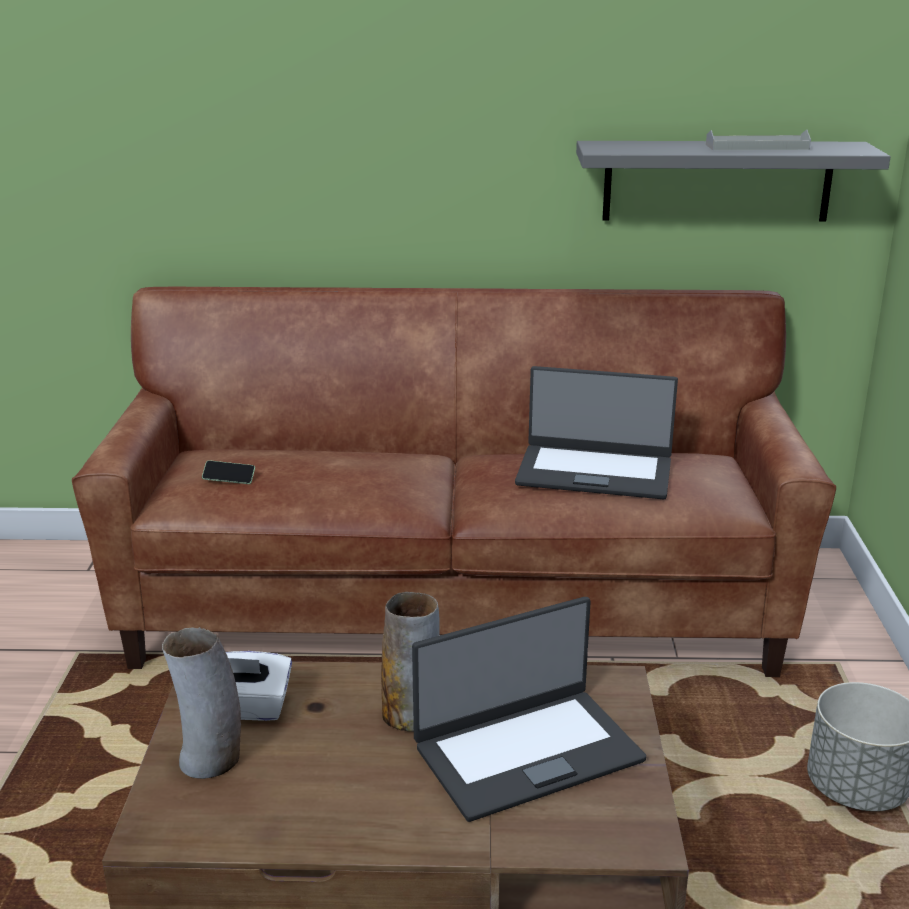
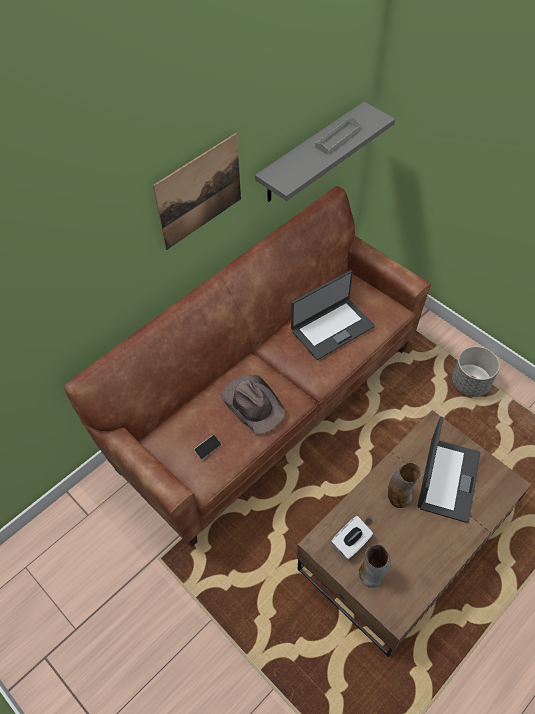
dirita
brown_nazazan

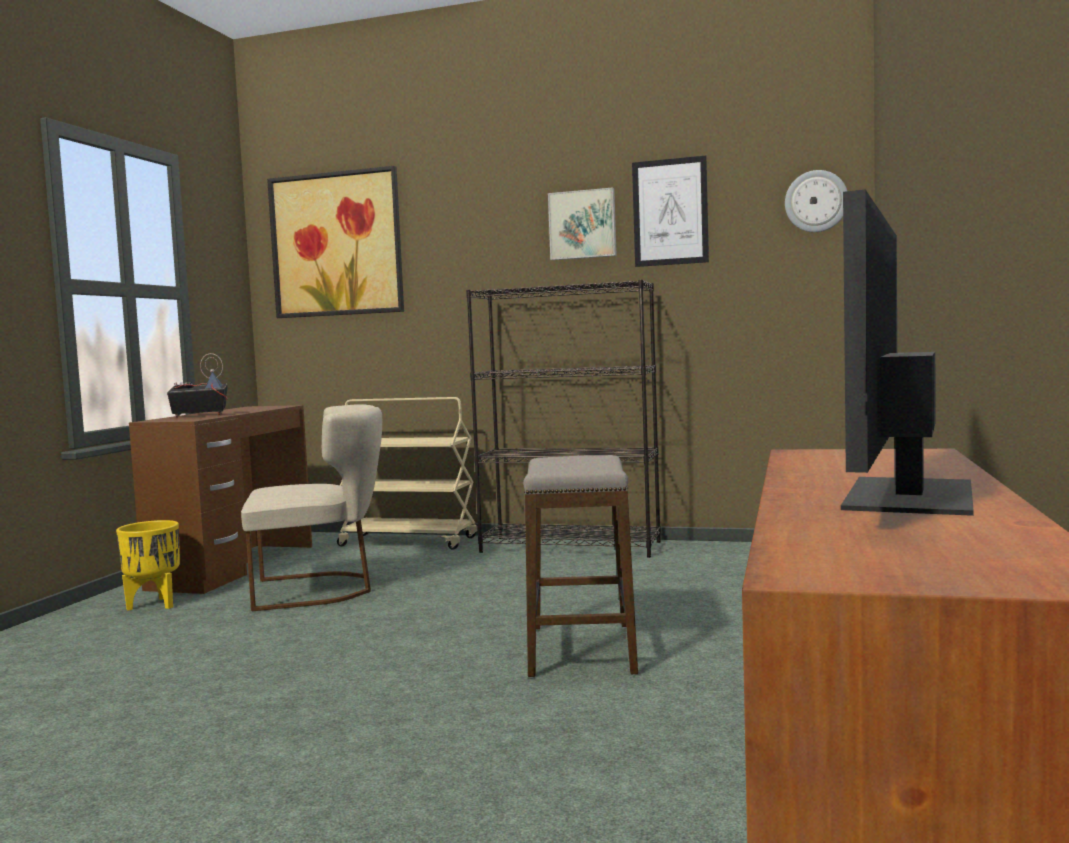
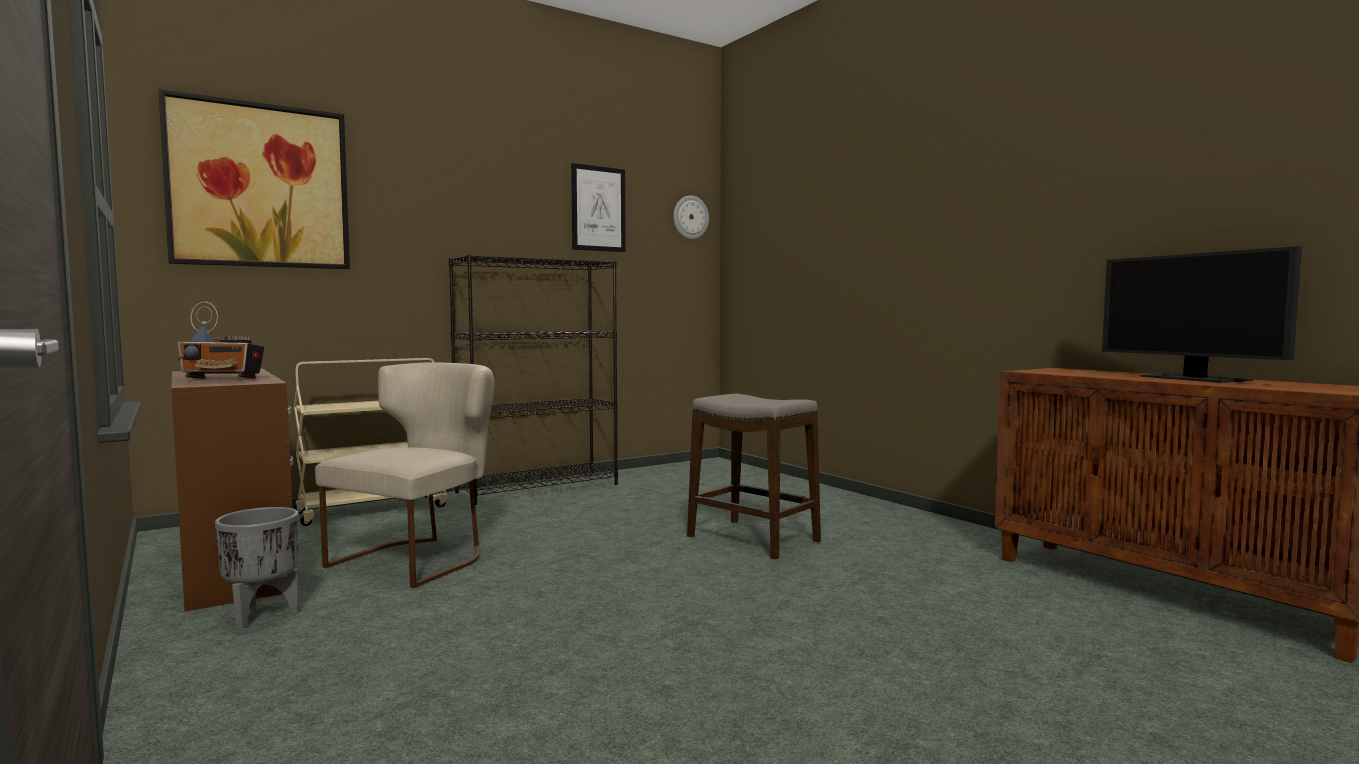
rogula
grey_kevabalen
dirita (no. 2 from left in the first image)

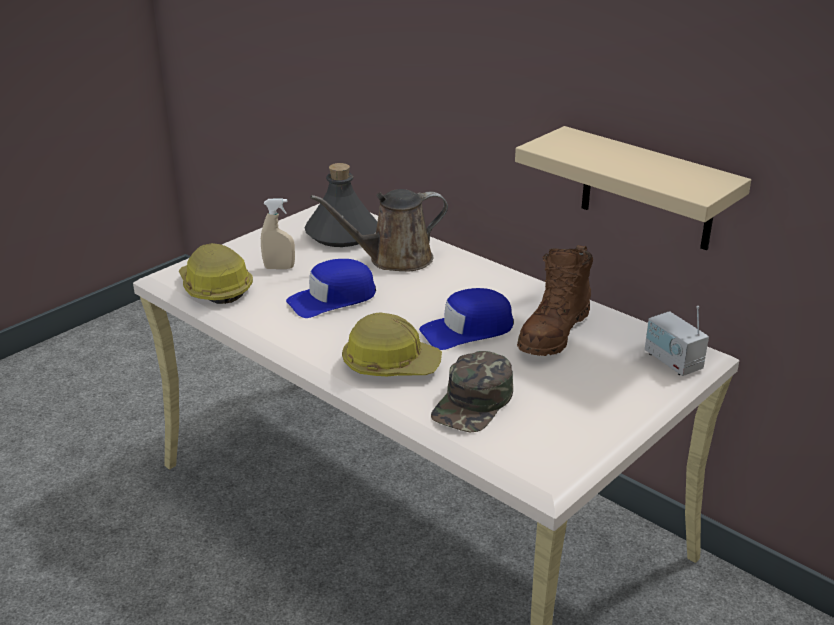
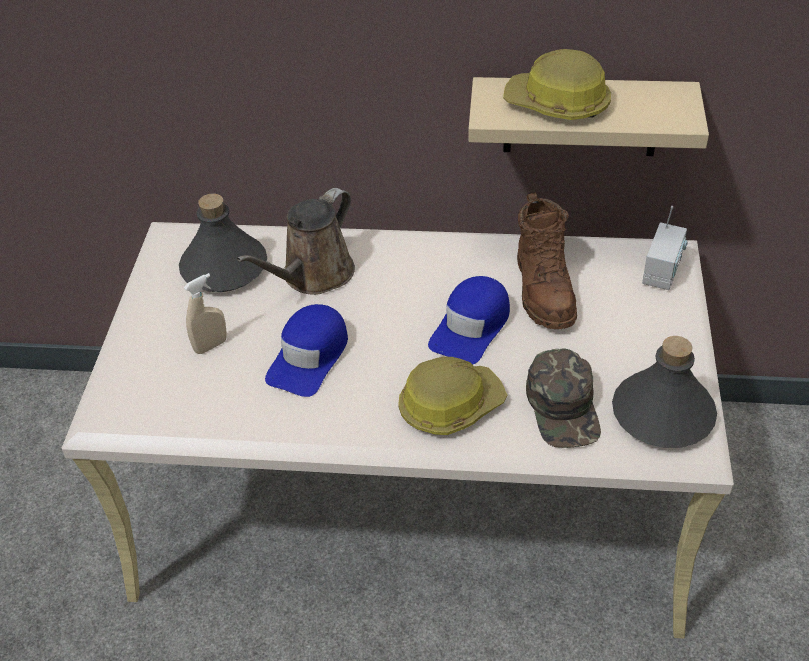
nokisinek (no. 2 from left)
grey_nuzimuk (no. 2 from left)
rogula

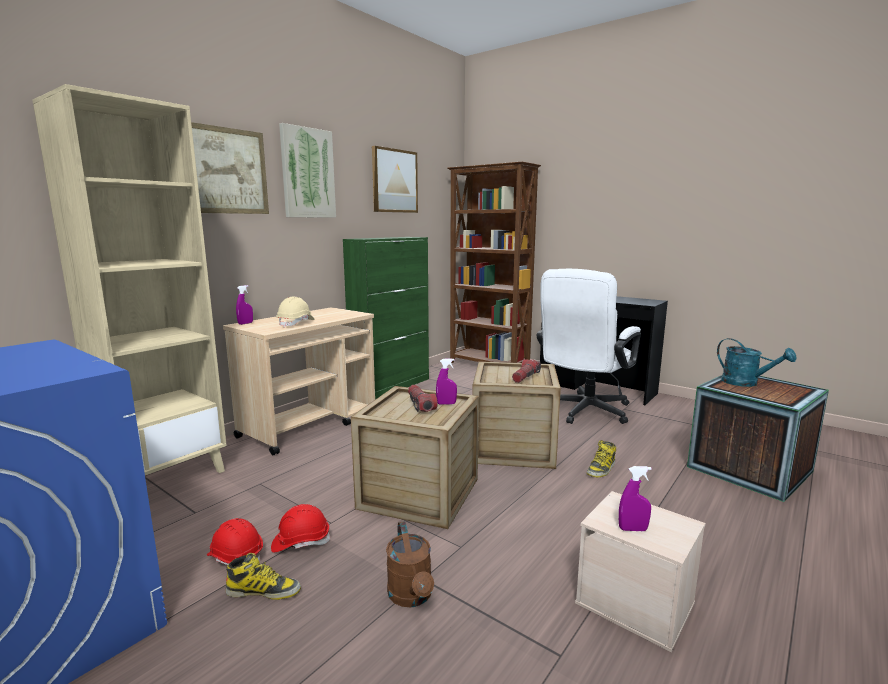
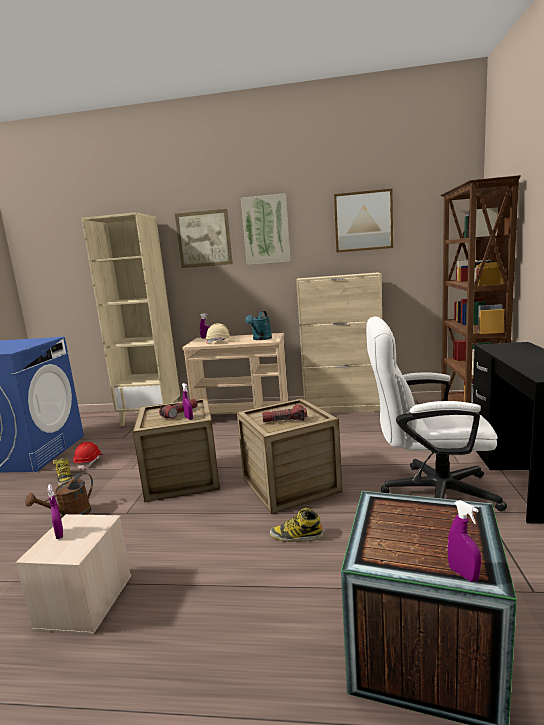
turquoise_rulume
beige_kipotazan
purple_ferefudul (no. 4 from left)
red_nokisinek (no. 2 from left in the first image)

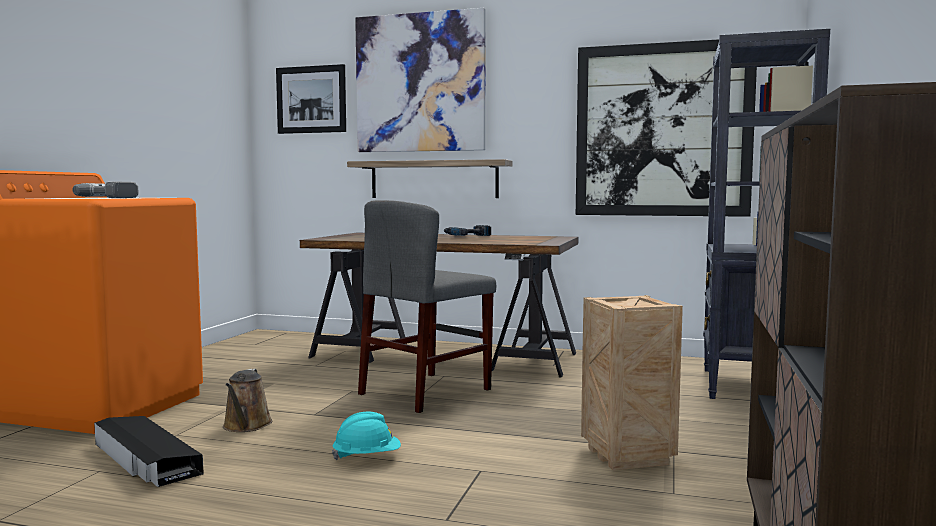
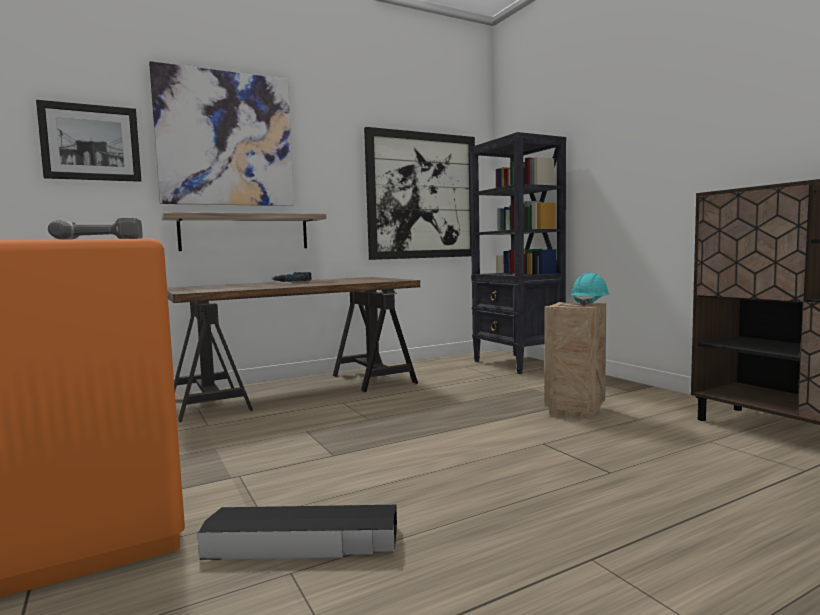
turquoise_nokisinek
brown_rulume
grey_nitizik

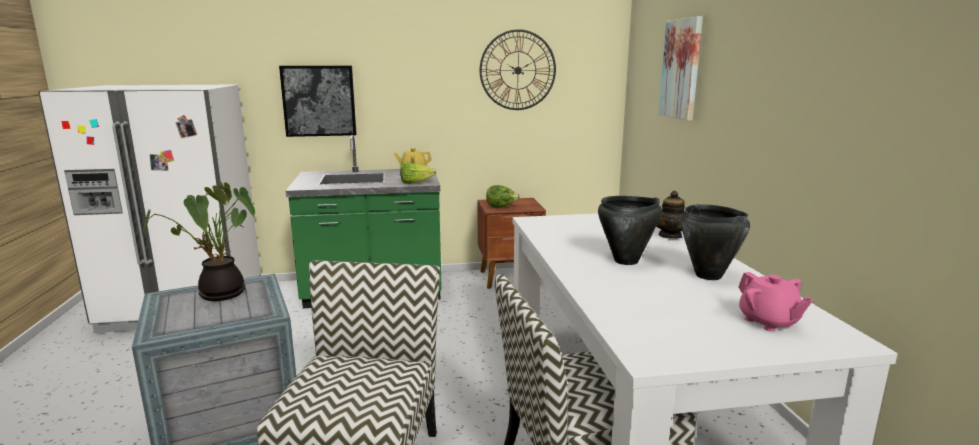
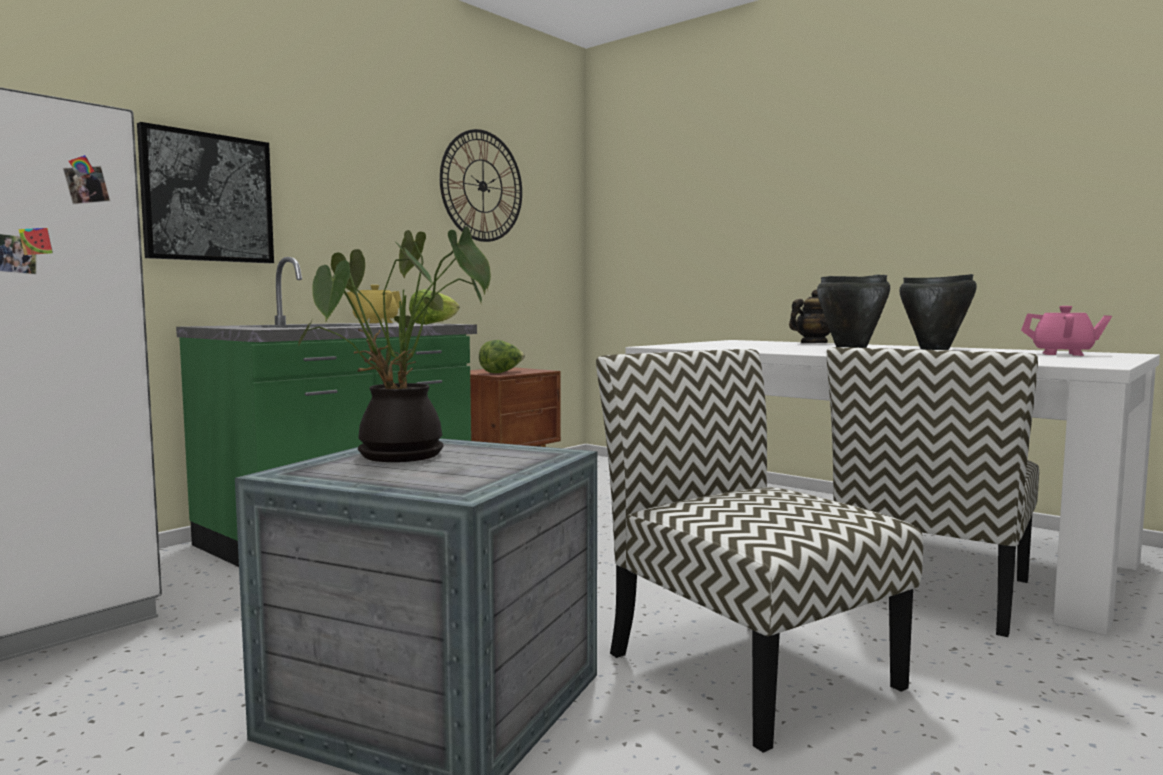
dirita (no. 2 from left in the first image)

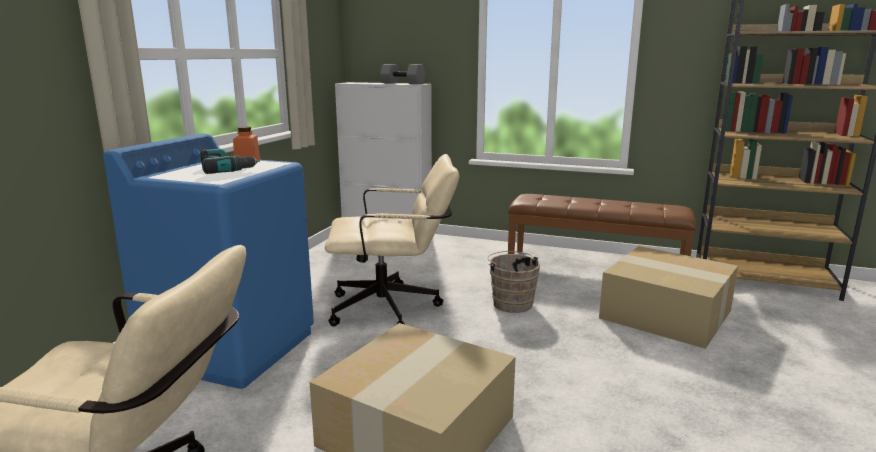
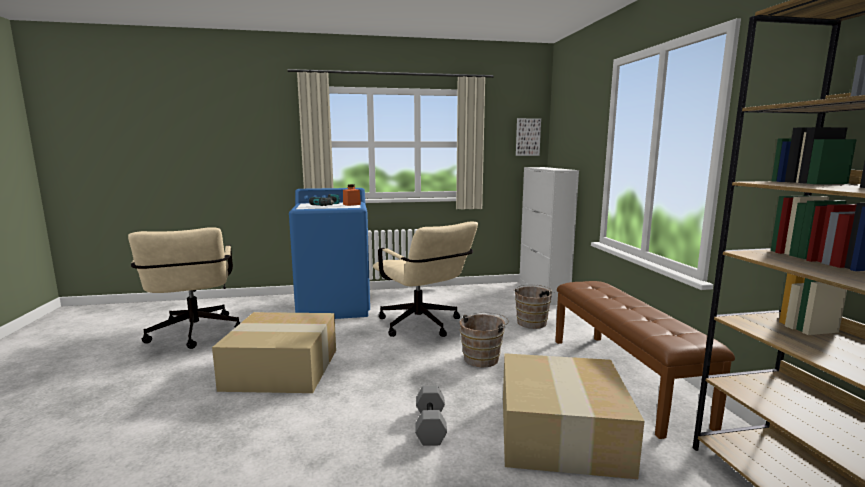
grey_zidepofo
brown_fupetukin (no. 2 from left)
dirita

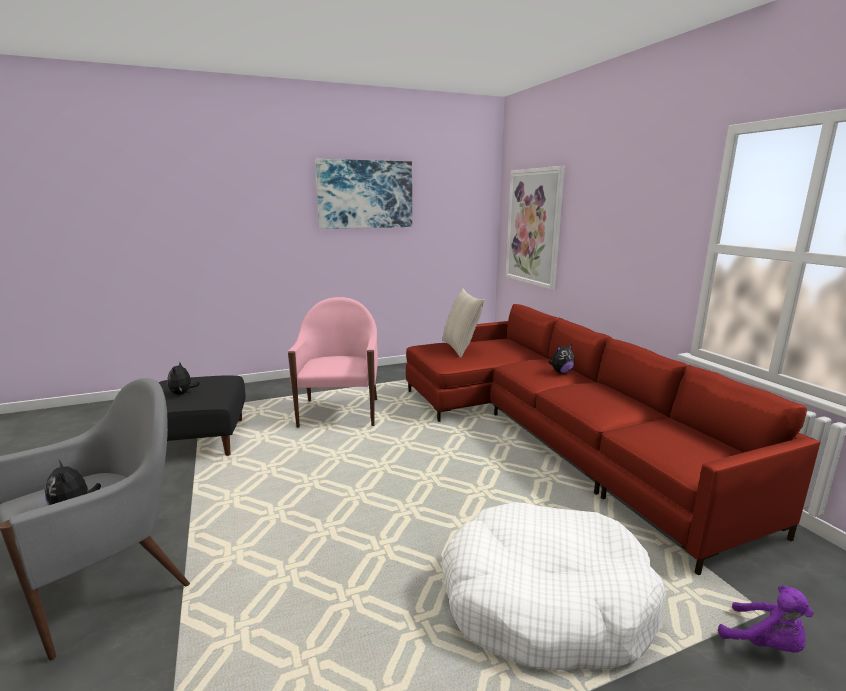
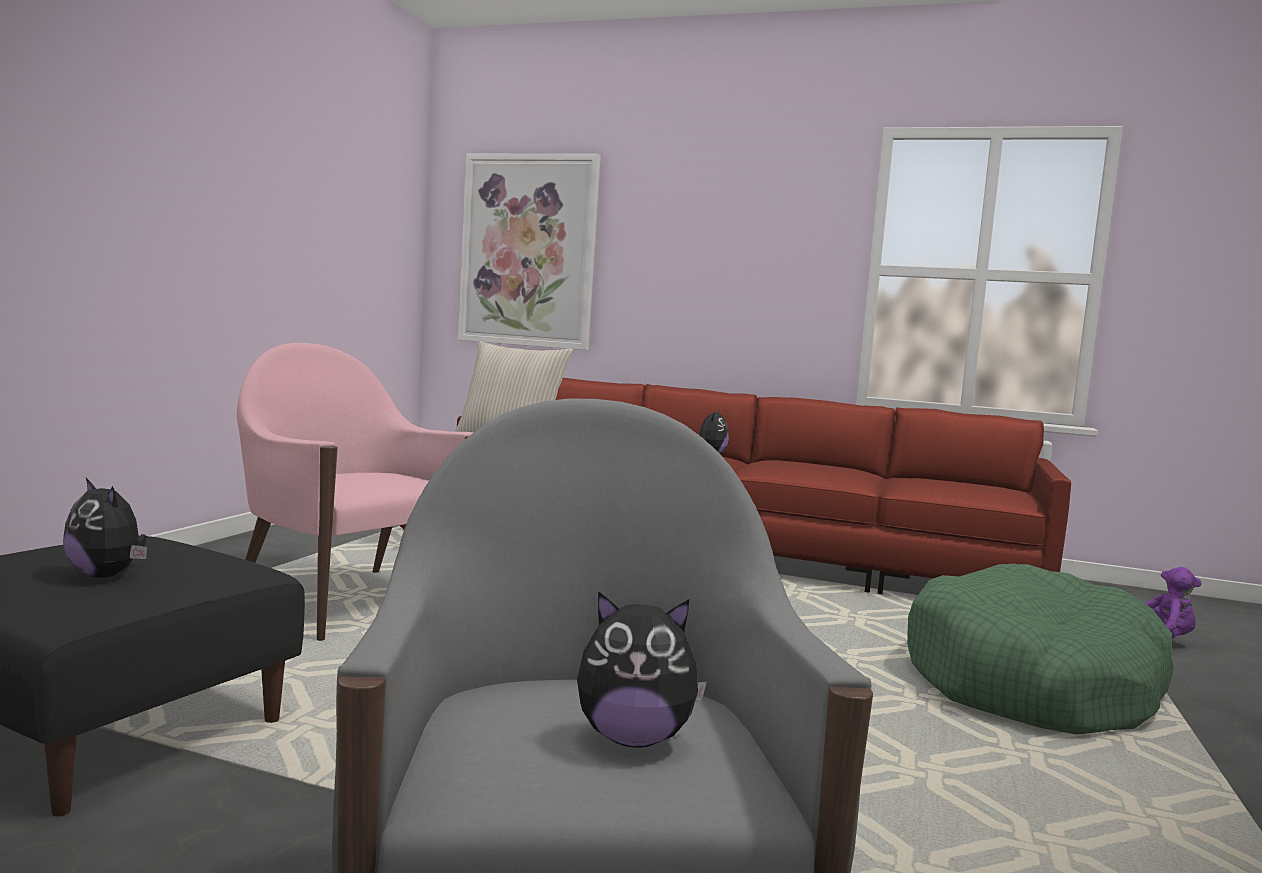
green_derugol
dirita (no. 1 from left in the first image)

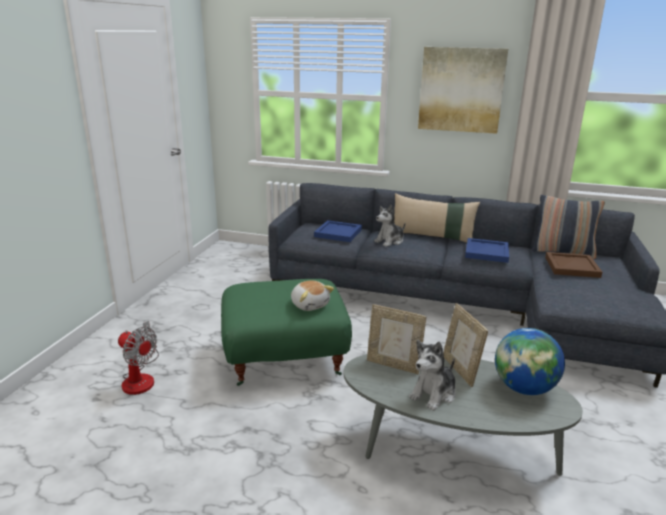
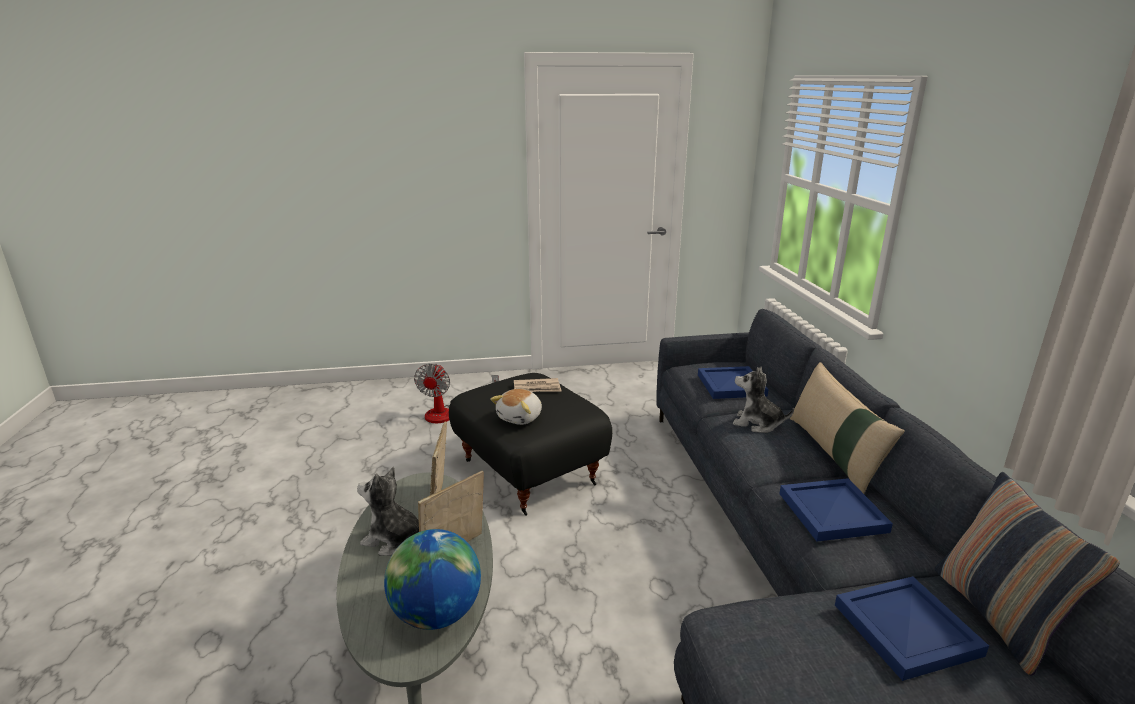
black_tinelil
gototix
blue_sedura (no. 3 from left)
dirita

